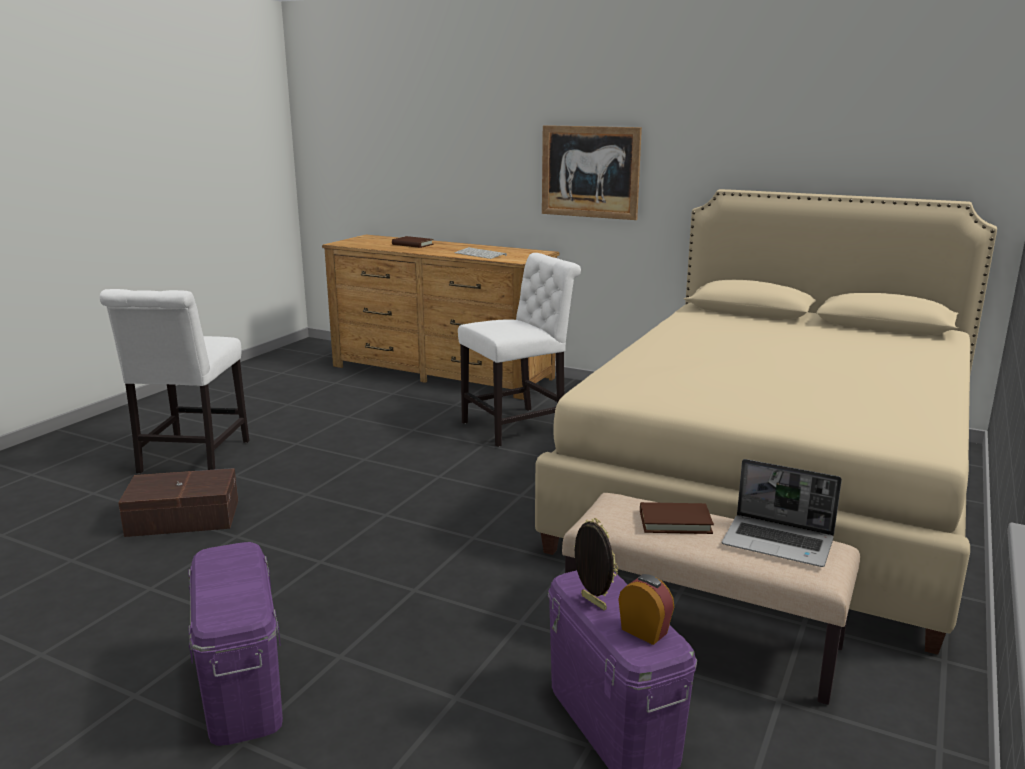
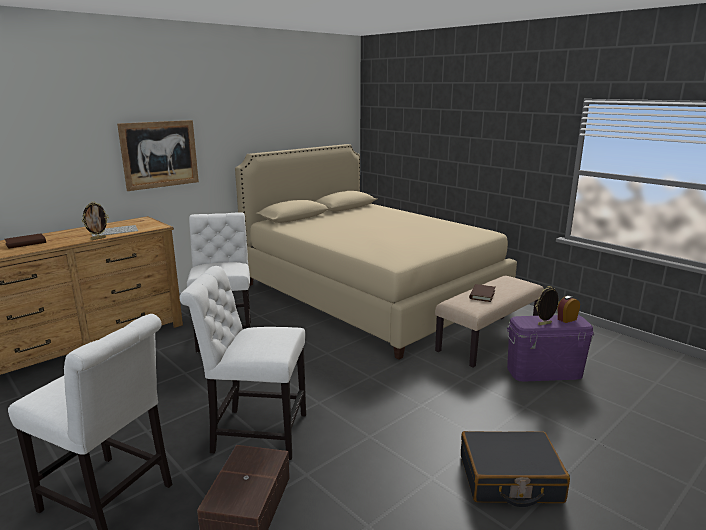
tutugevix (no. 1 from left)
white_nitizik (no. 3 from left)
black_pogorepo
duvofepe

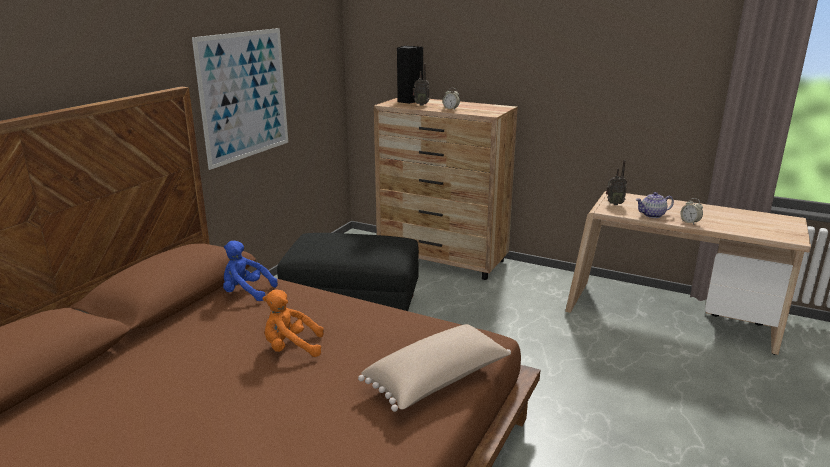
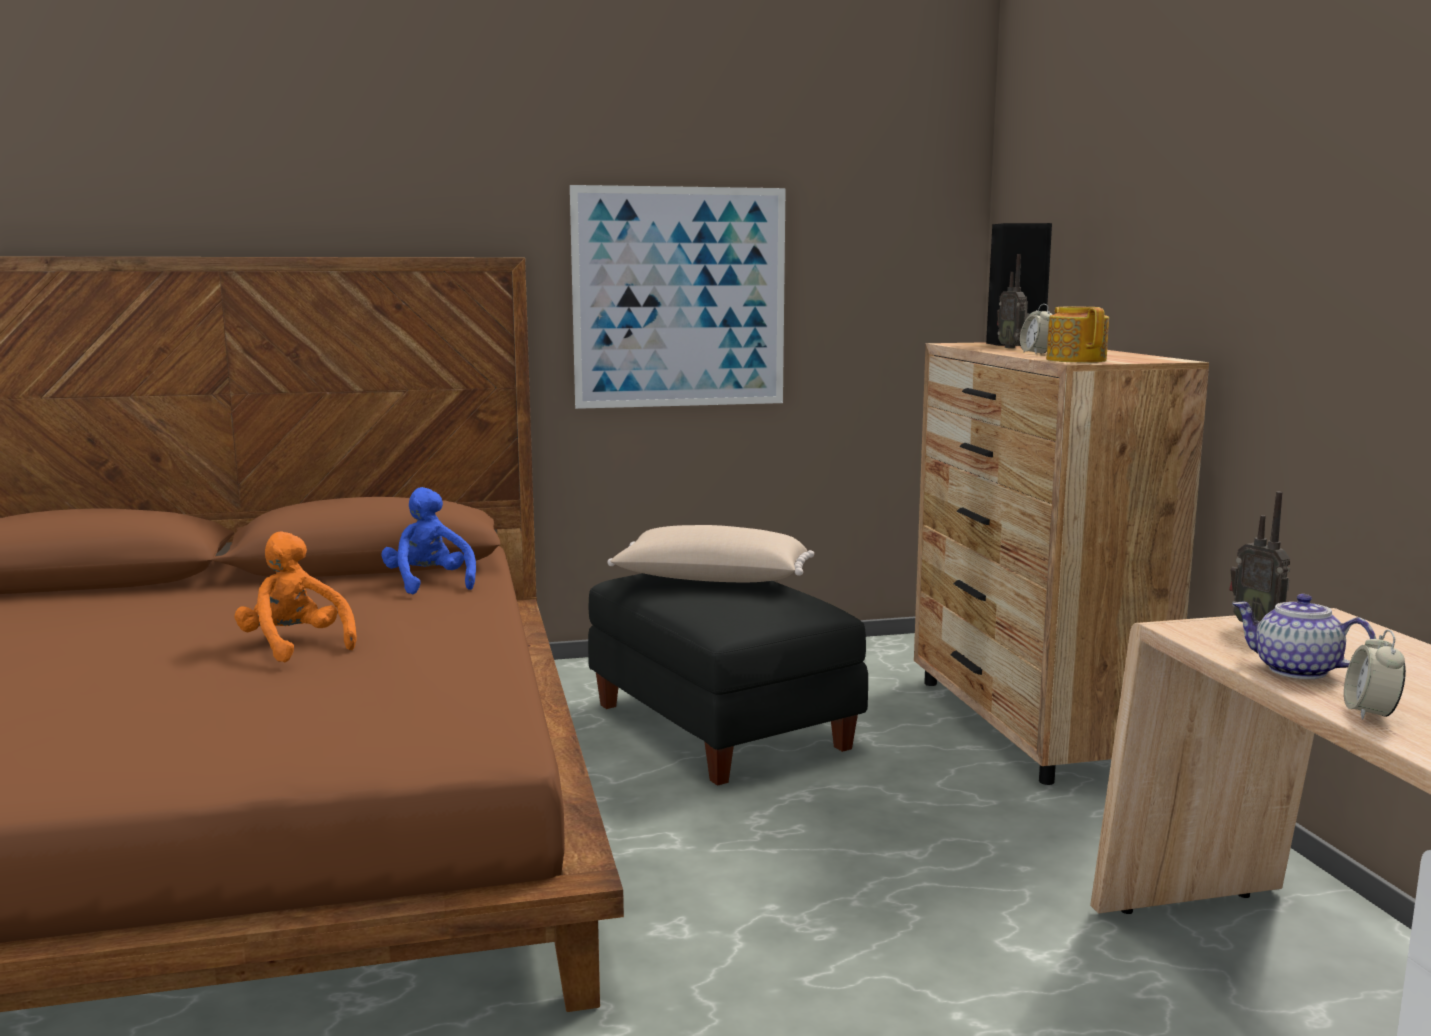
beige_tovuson
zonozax (no. 1 from left)

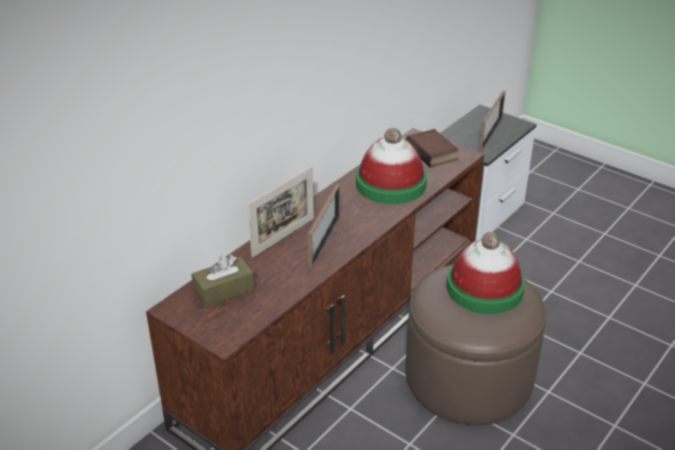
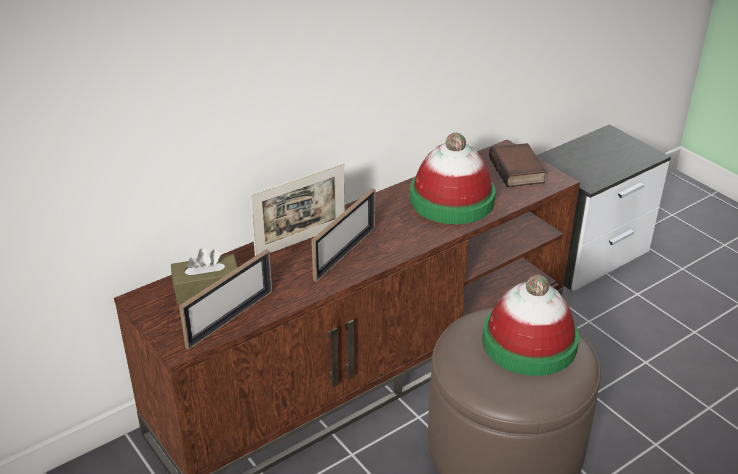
tutugevix (no. 1 from left)

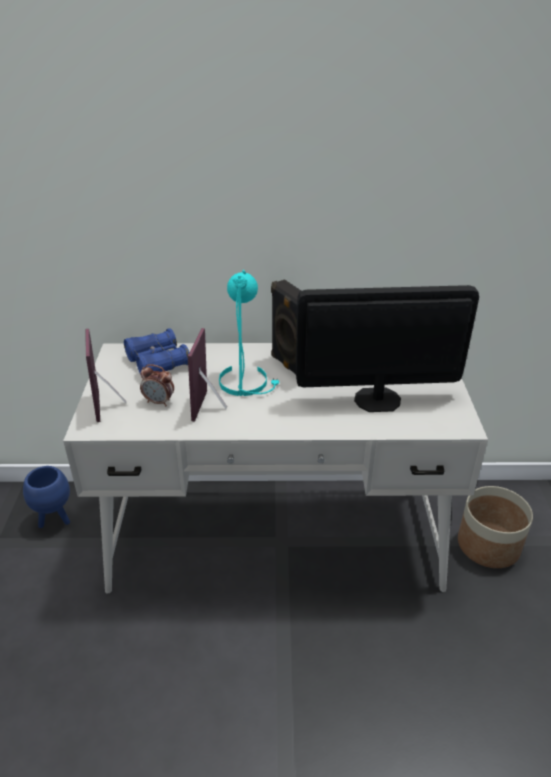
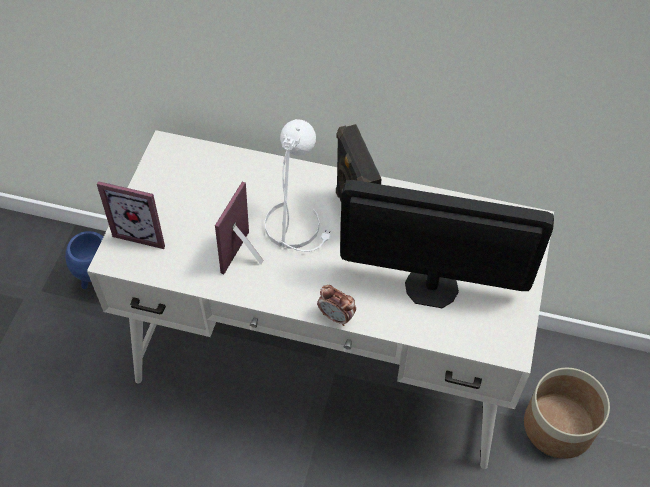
tutugevix (no. 1 from left)
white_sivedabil
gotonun
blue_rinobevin

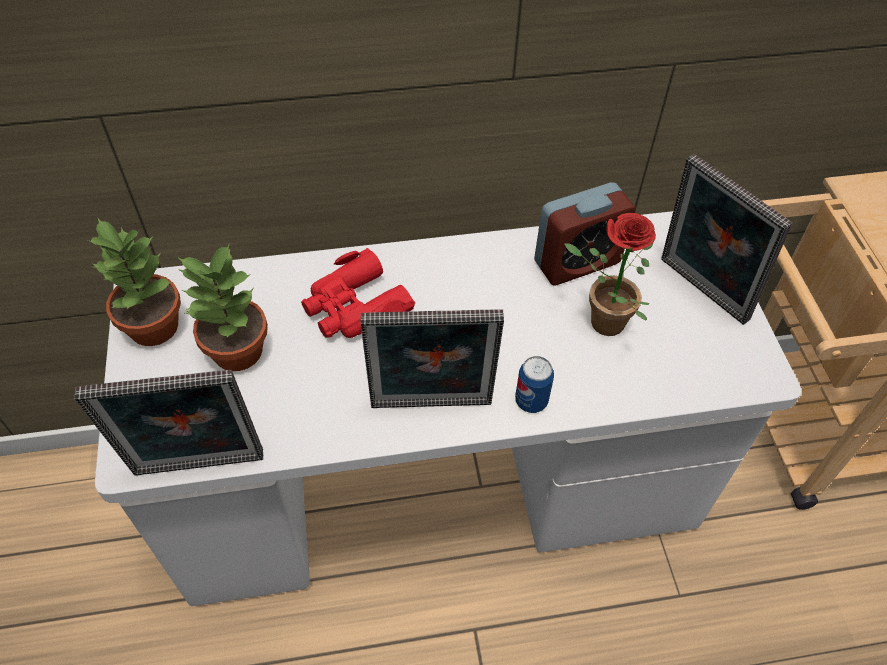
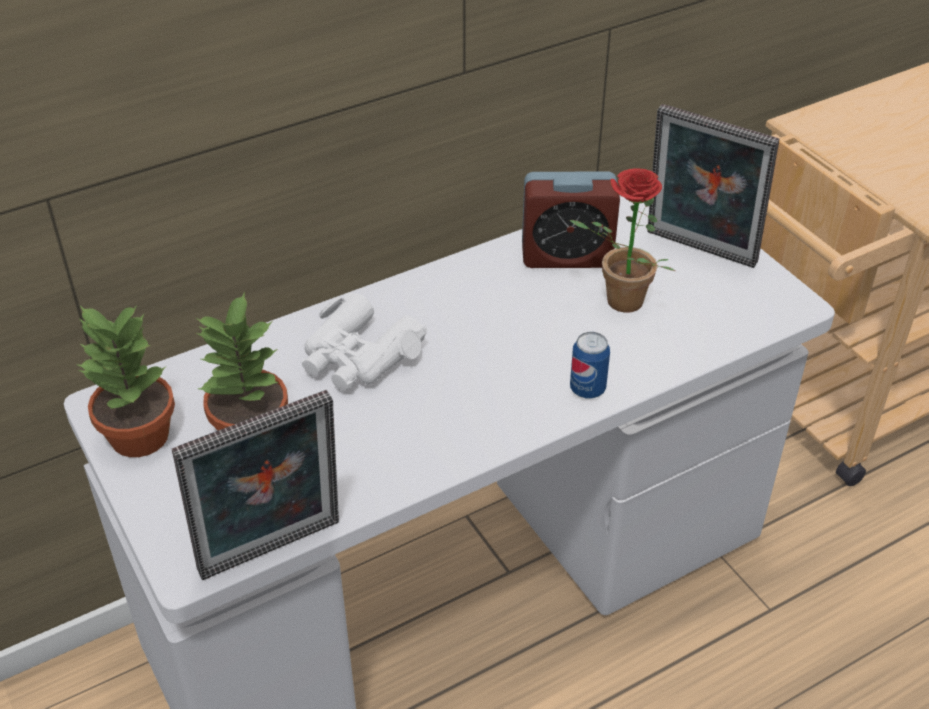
white_rinobevin
gotonun
tutugevix (no. 2 from left in the first image)

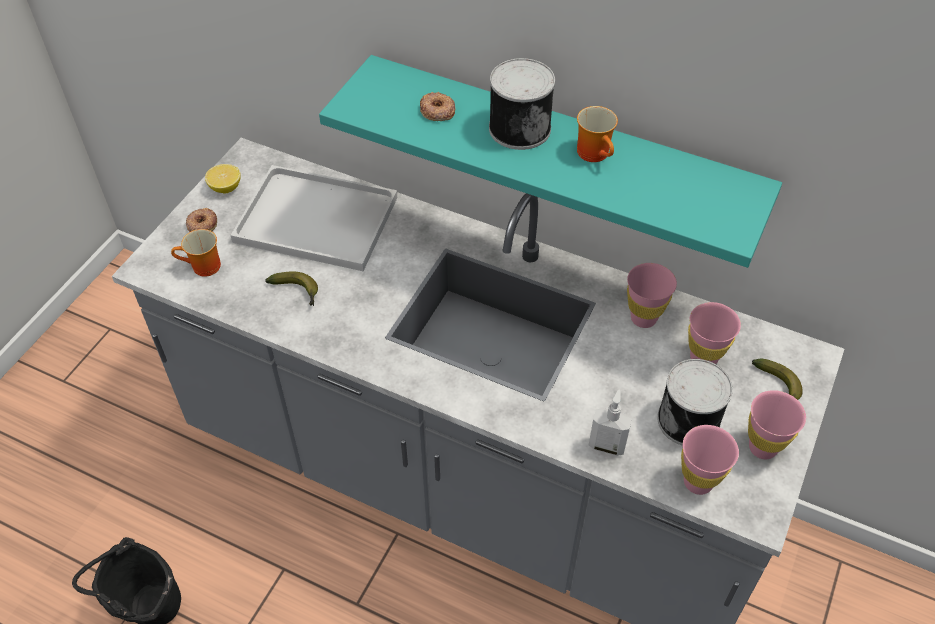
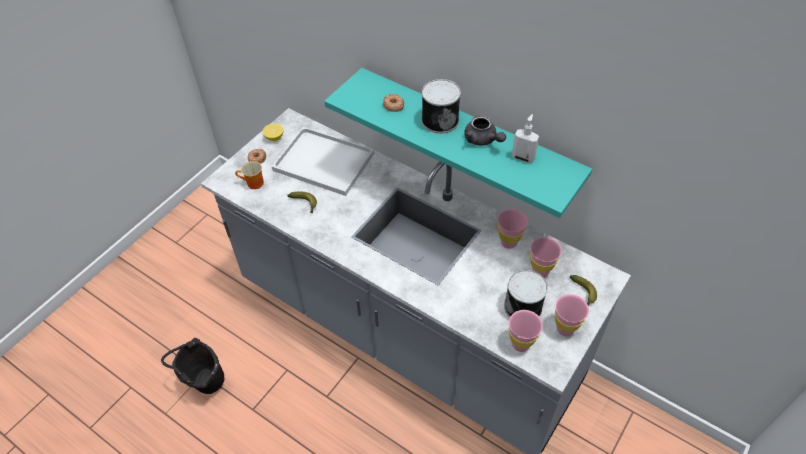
grey_zonozax
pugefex

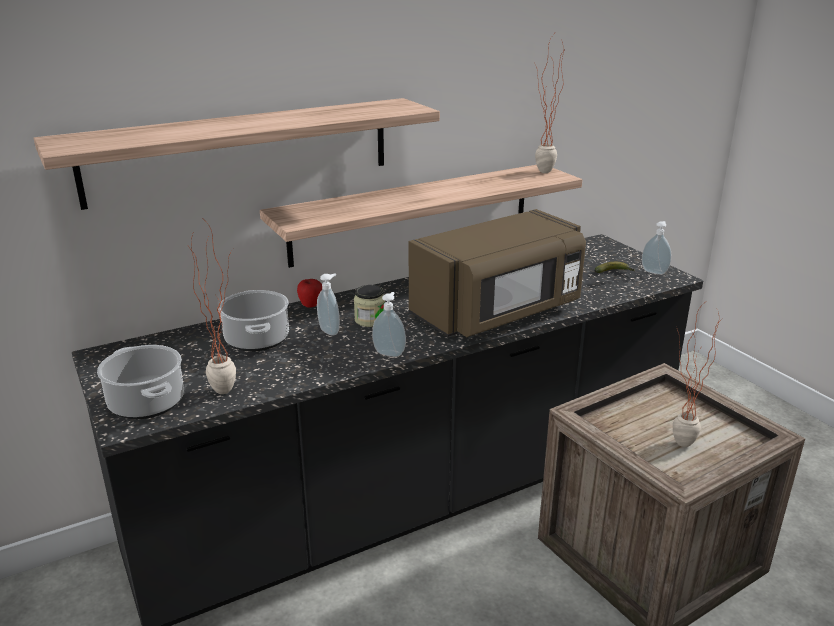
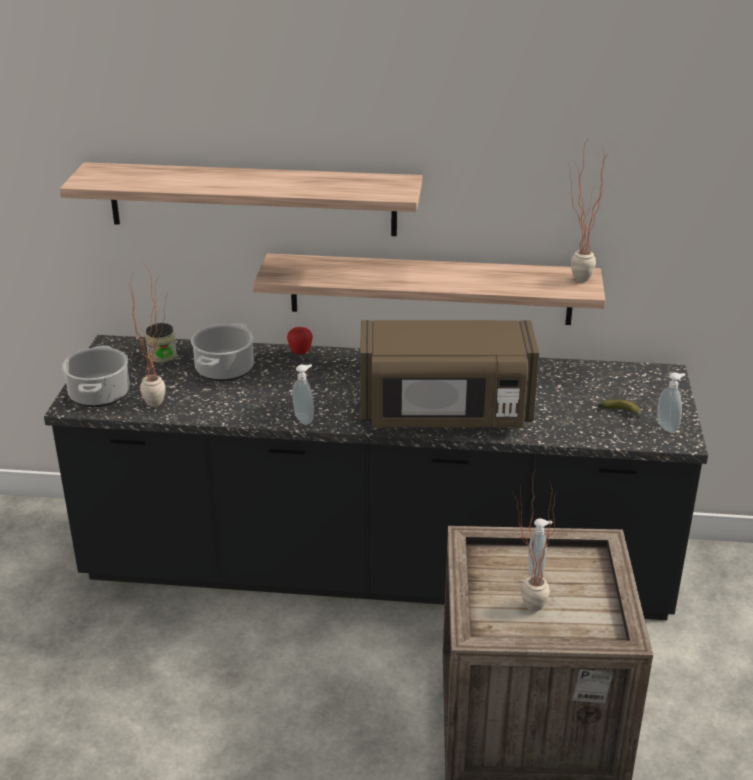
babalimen
pugefex (no. 2 from left)

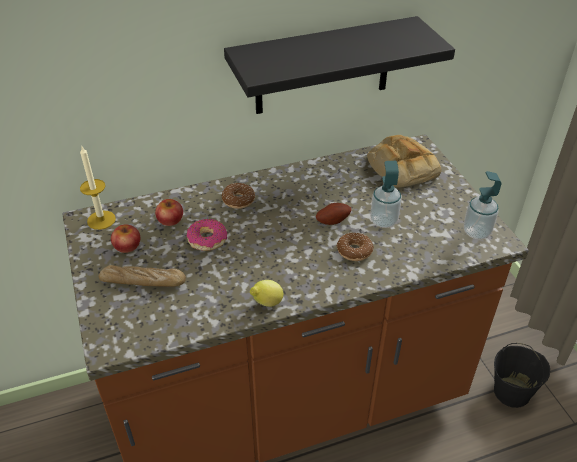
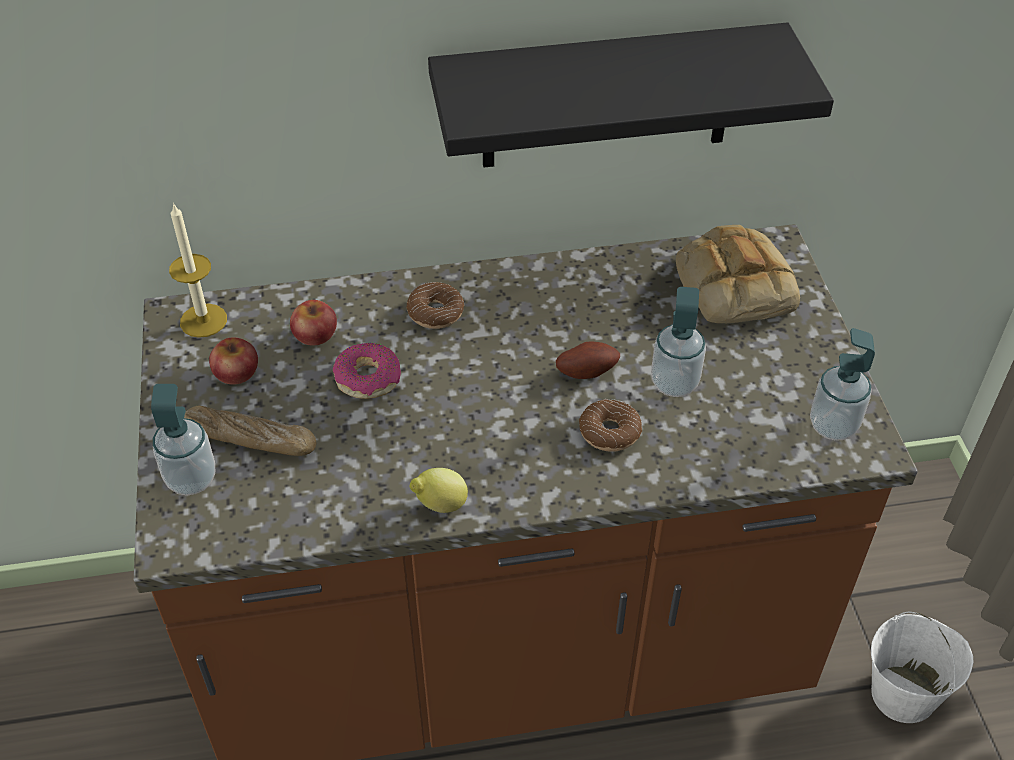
pugefex (no. 1 from left)
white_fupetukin

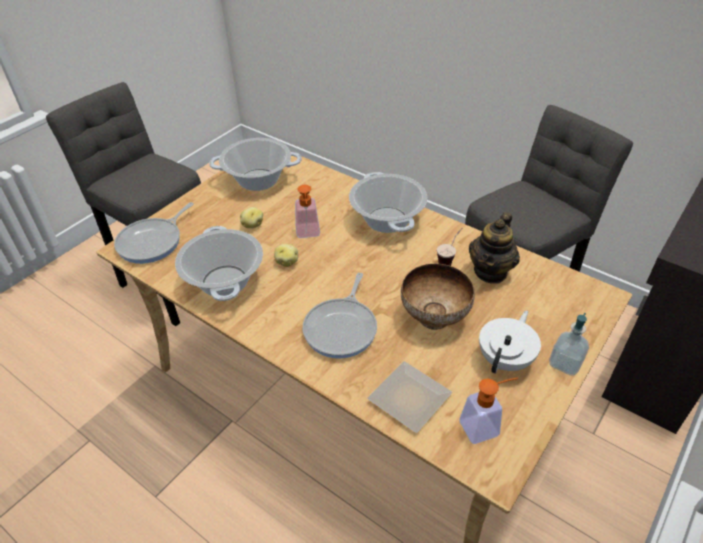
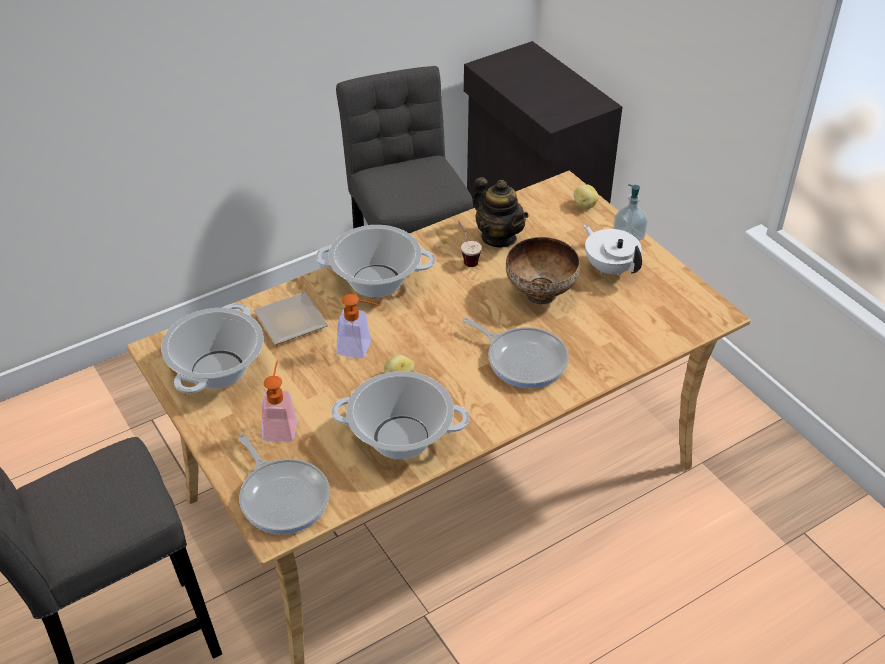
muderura
pugefex (no. 1 from left)
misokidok (no. 2 from left)

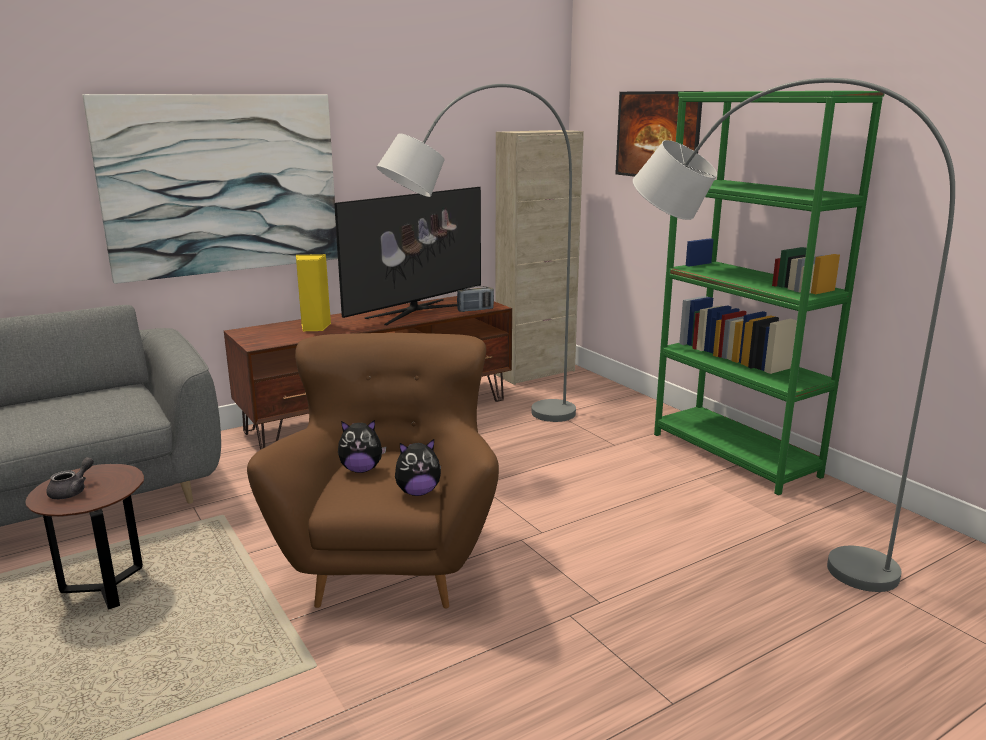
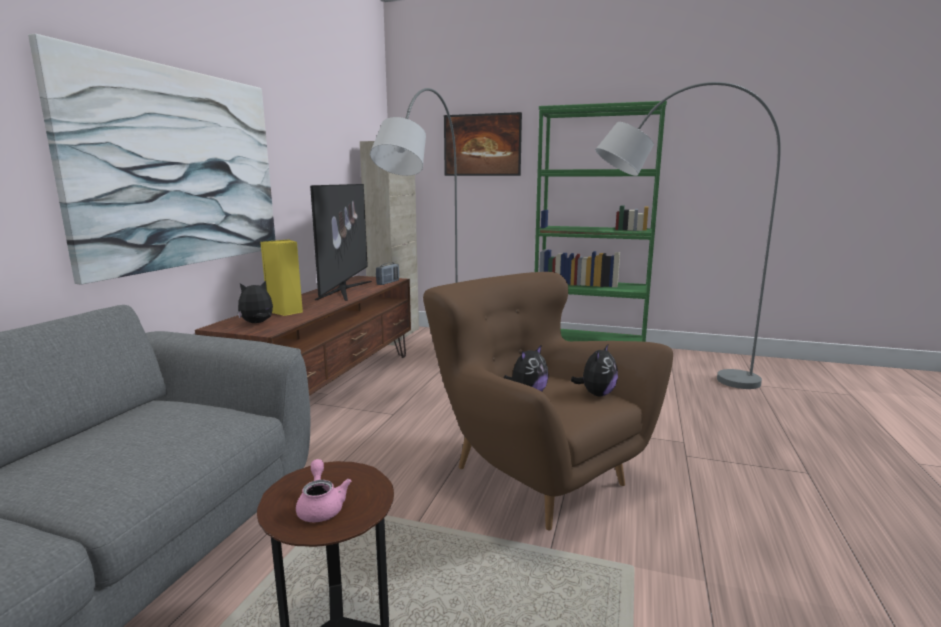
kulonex (no. 1 from left)
pink_zonozax

